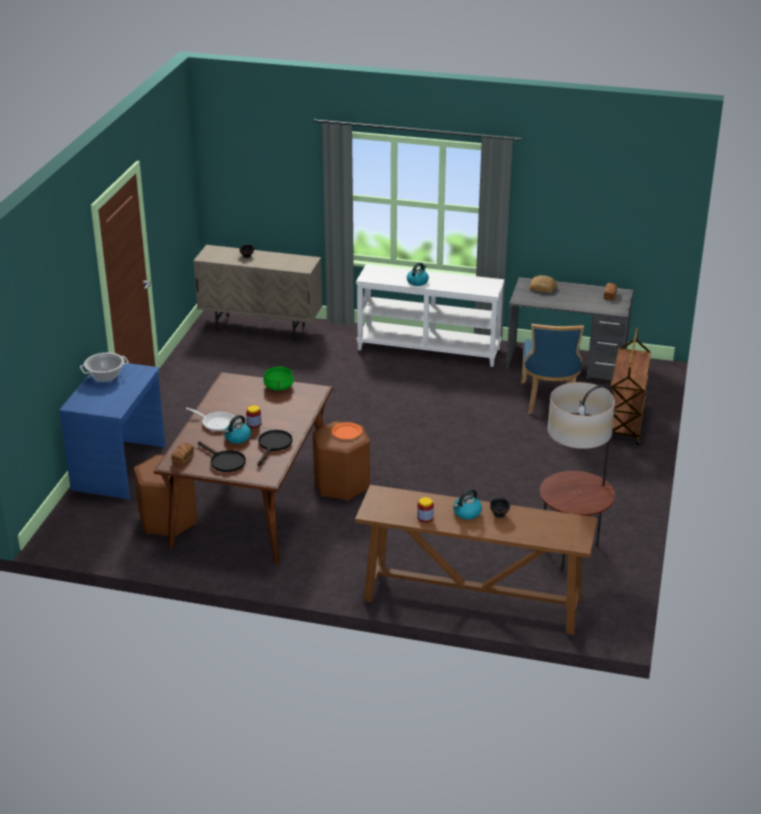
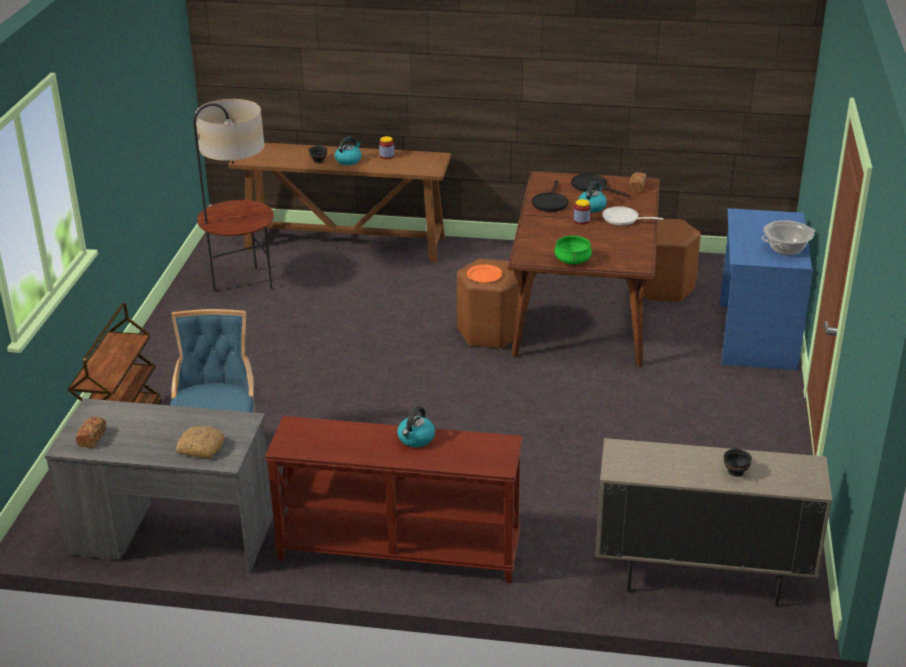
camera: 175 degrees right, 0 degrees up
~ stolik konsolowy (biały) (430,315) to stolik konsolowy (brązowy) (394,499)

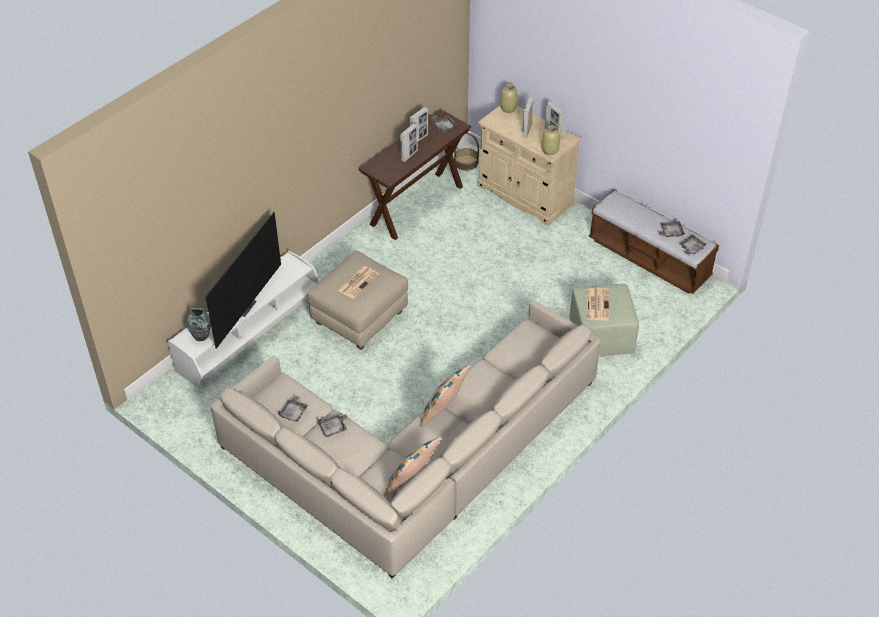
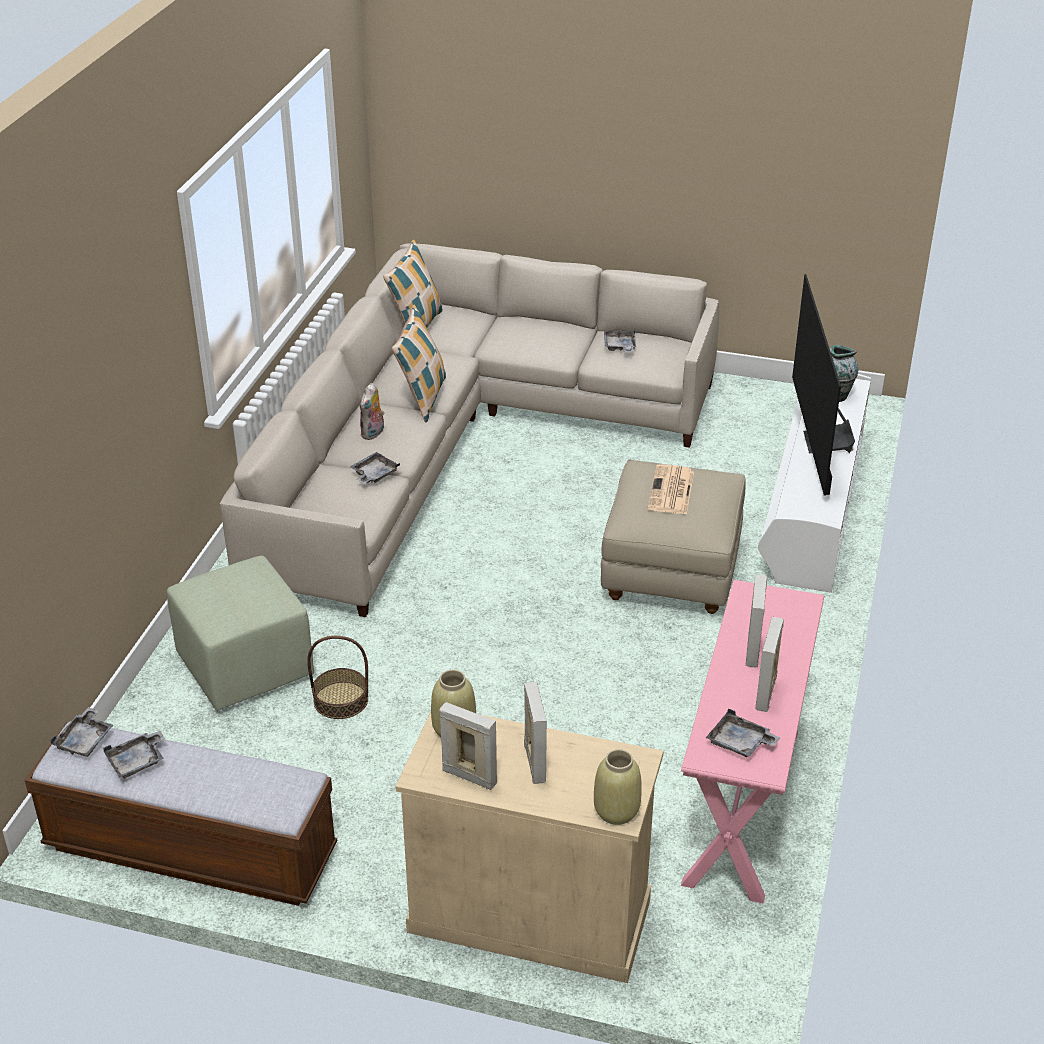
camera: 155 degrees right, 10 degrees down
~ stolik konsolowy (brązowy) (415,174) to stolik konsolowy (różowy) (752,742)
~ koszyk (466,152) to (337,677)
- gazeta (598,304)
~ taca (szary) (333,425) to (375,468)
+ pluszak (372,411)

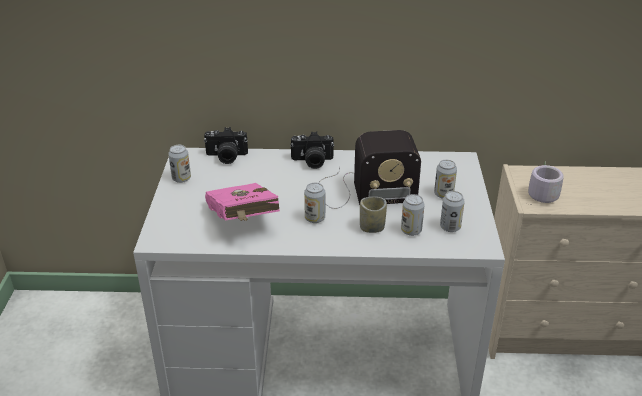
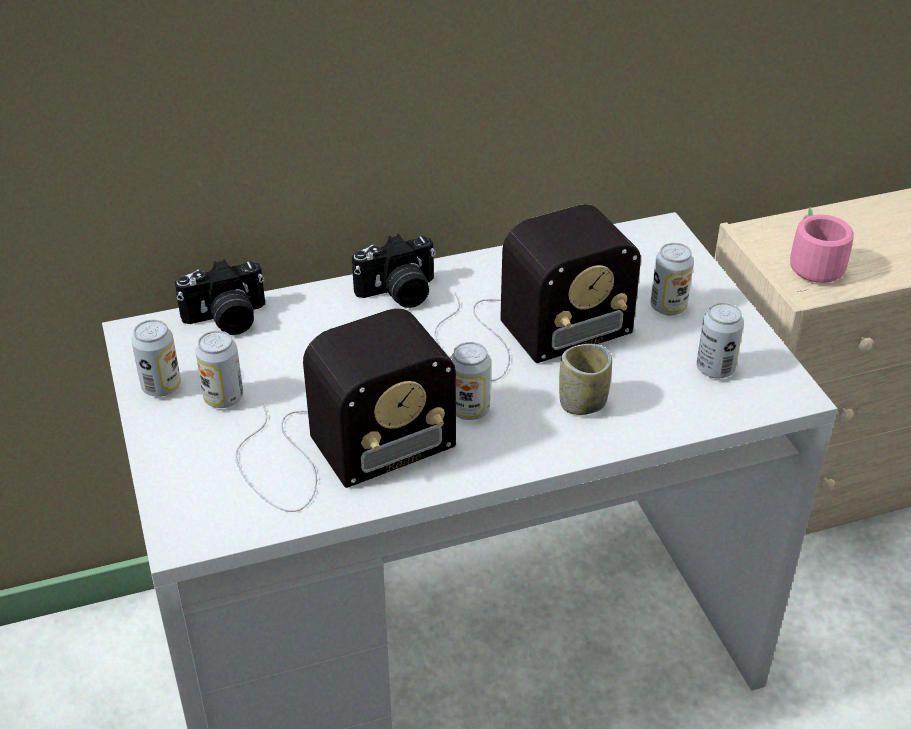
camera: 20 degrees left, 5 degrees up
~ kubek (szary) (546,182) to kubek (różowy) (822,249)
~ książka (różowy) (242,202) to radio (345,410)
~ puszka (413,215) to (219,369)

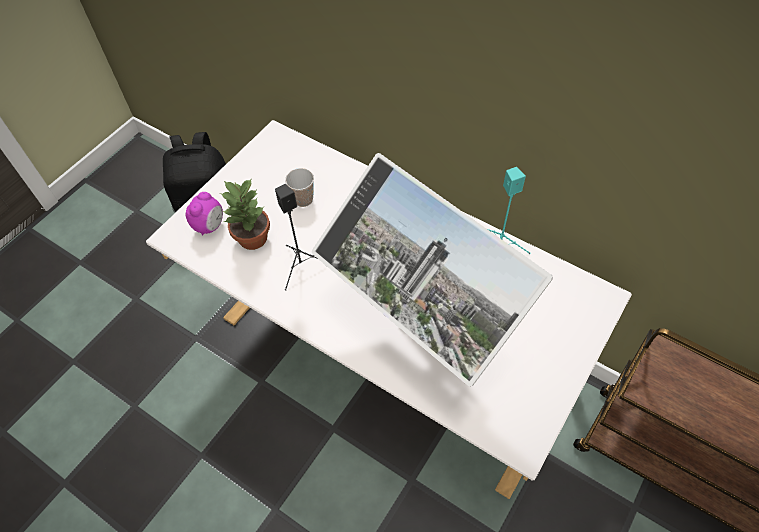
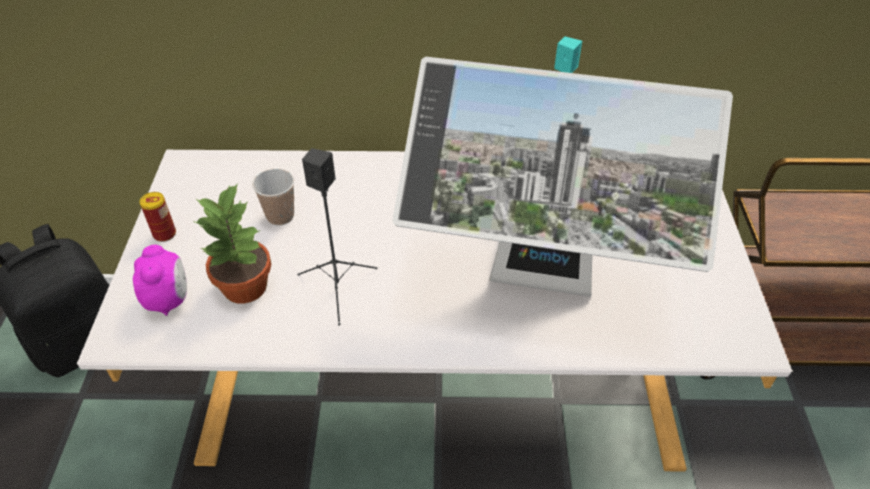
camera: 35 degrees left, 10 degrees down
+ puszka (158,217)

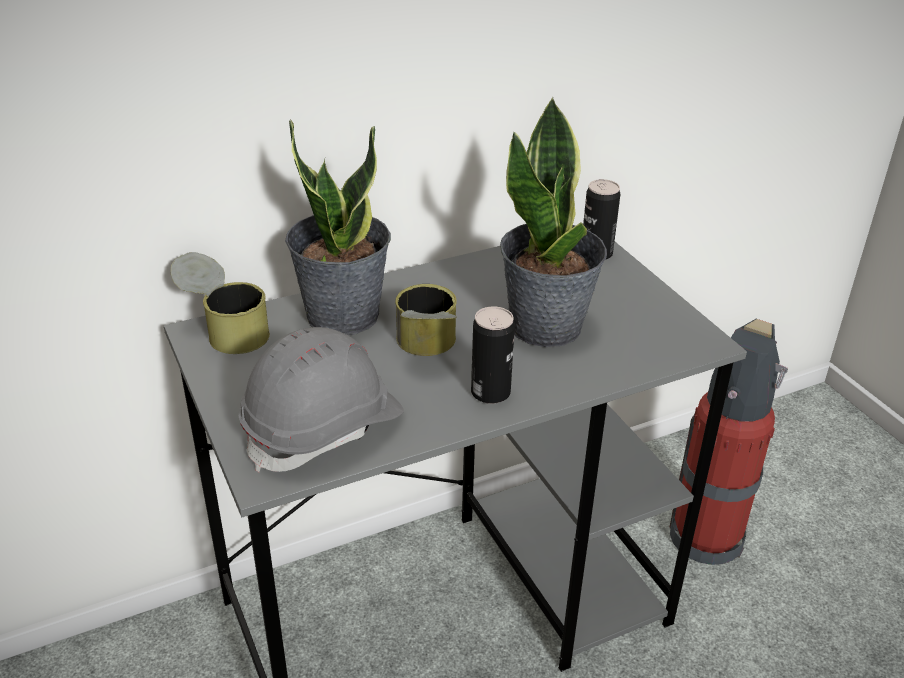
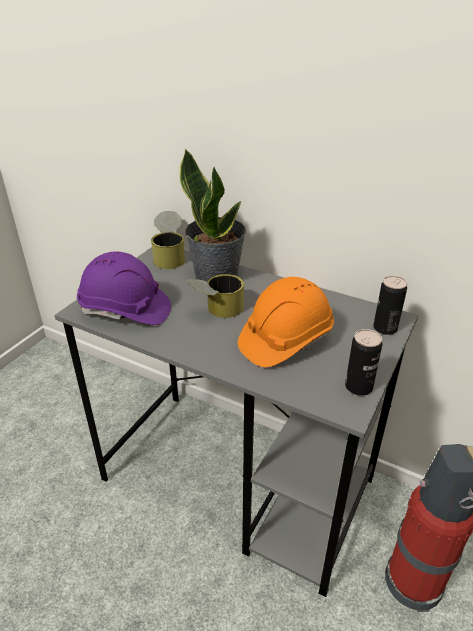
camera: 55 degrees right, 0 degrees up
~ roślina doniczkowa (553,222) to kask (pomarańczowy) (286,322)
~ puszka (493,355) to (363,362)
~ kask (szary) (321,399) to kask (fioletowy) (124,288)

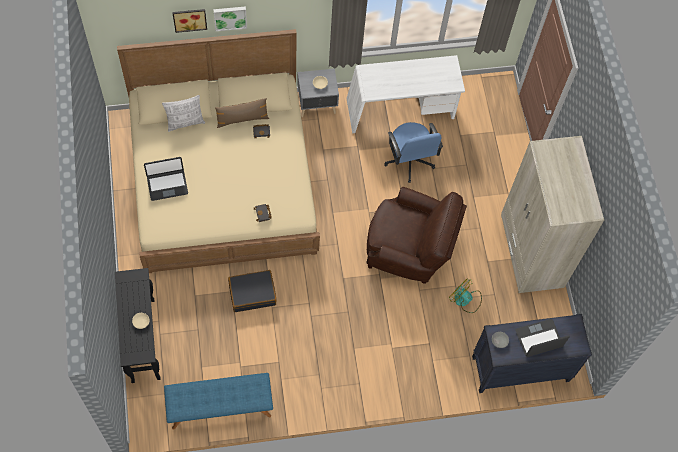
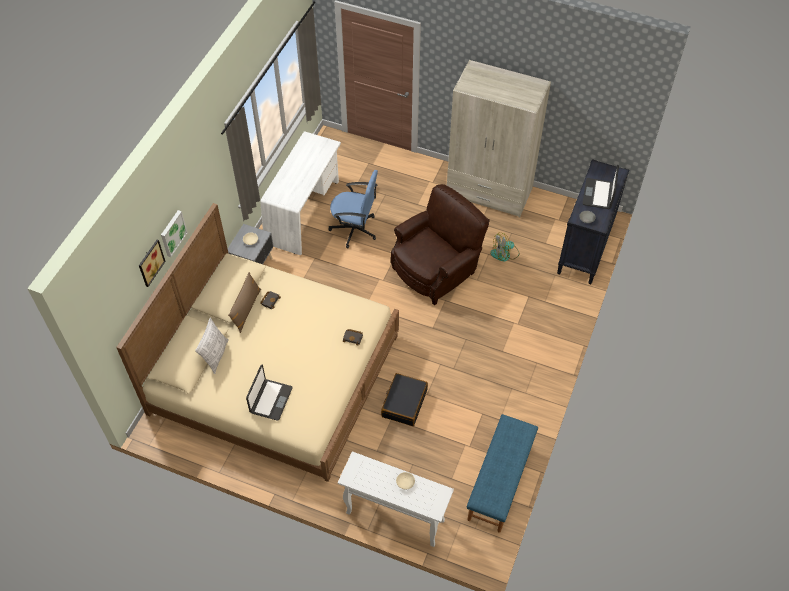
camera: 55 degrees left, 10 degrees down
~ stolik konsolowy (czarny) (138,325) to stolik konsolowy (biały) (396,499)

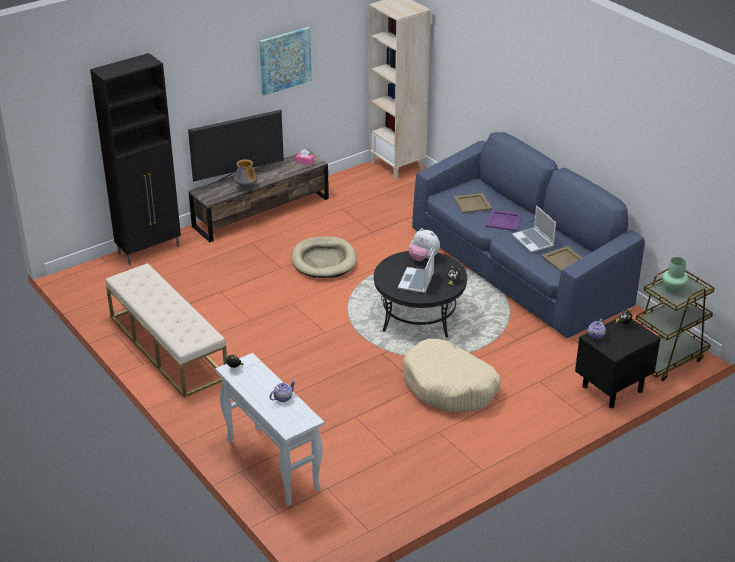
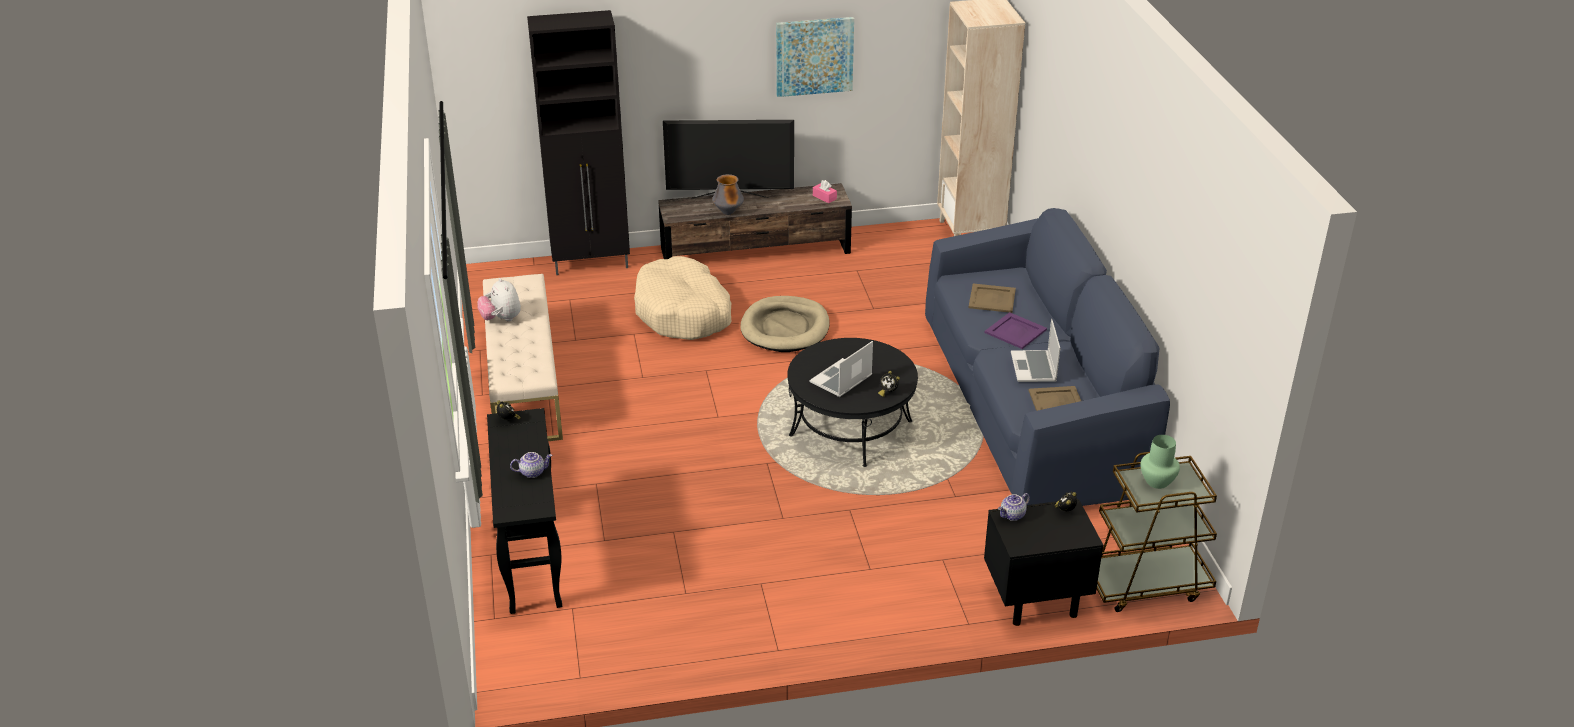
camera: 25 degrees right, 0 degrees up
~ pluszak (424,244) to (499,300)
~ legowisko (beżowy) (451,376) to (682,298)
~ stolik konsolowy (biały) (270,429) to stolik konsolowy (czarny) (524,511)

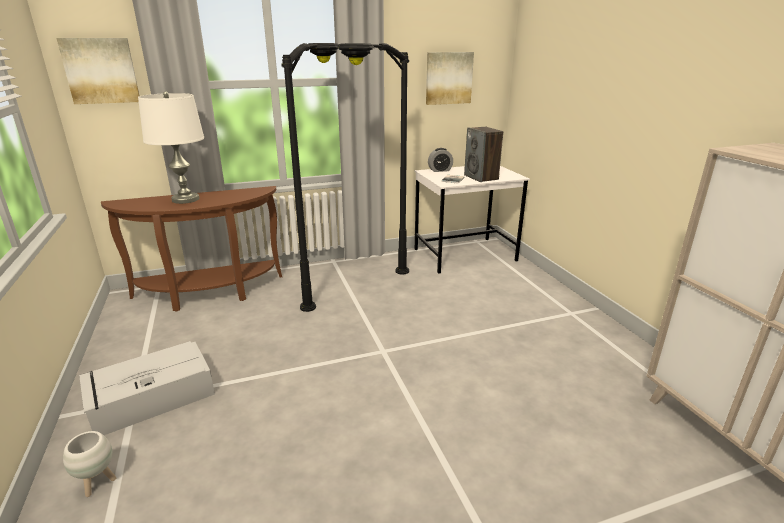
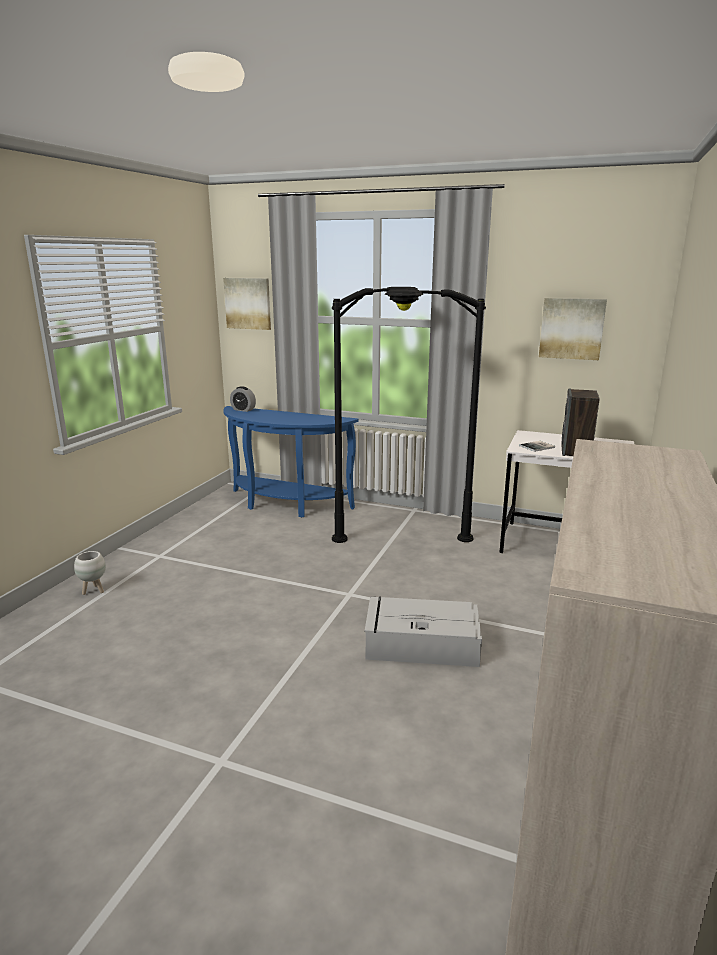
camera: 40 degrees right, 5 degrees down
- lampa stołowa (biały) (171,147)
~ budzik (440,160) to (243,399)
~ stolik konsolowy (brązowy) (191,249) to stolik konsolowy (niebieski) (290,462)
~ pojemnik do przechowywania (szary) (147,388) to (423,632)

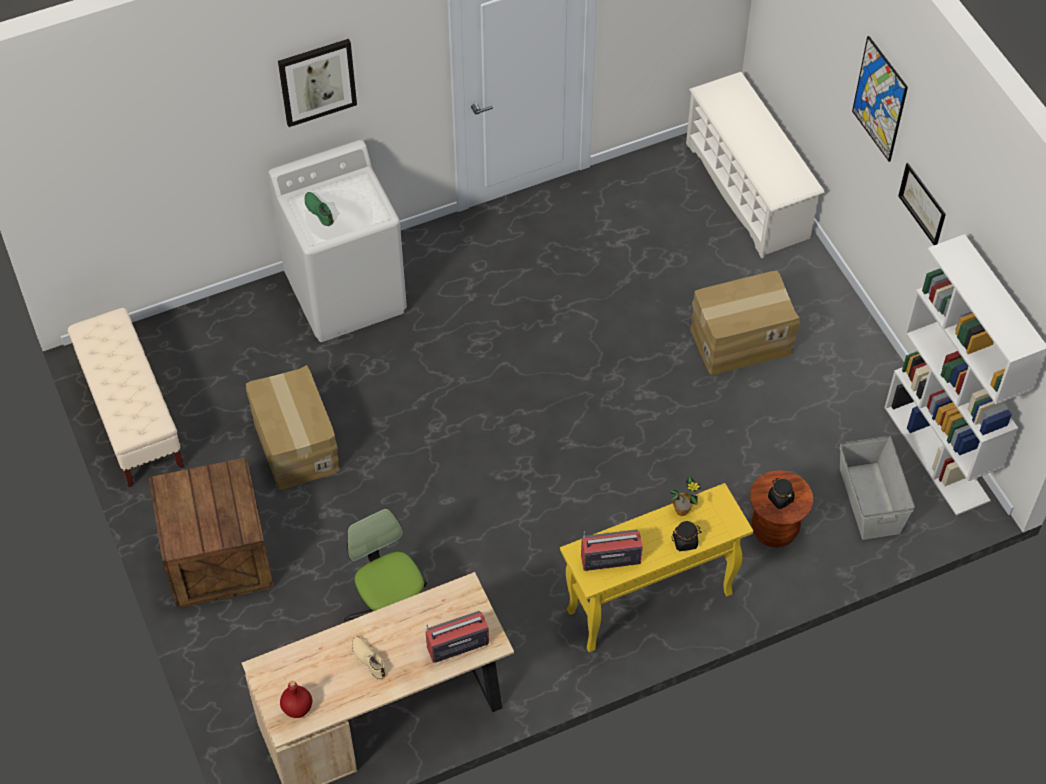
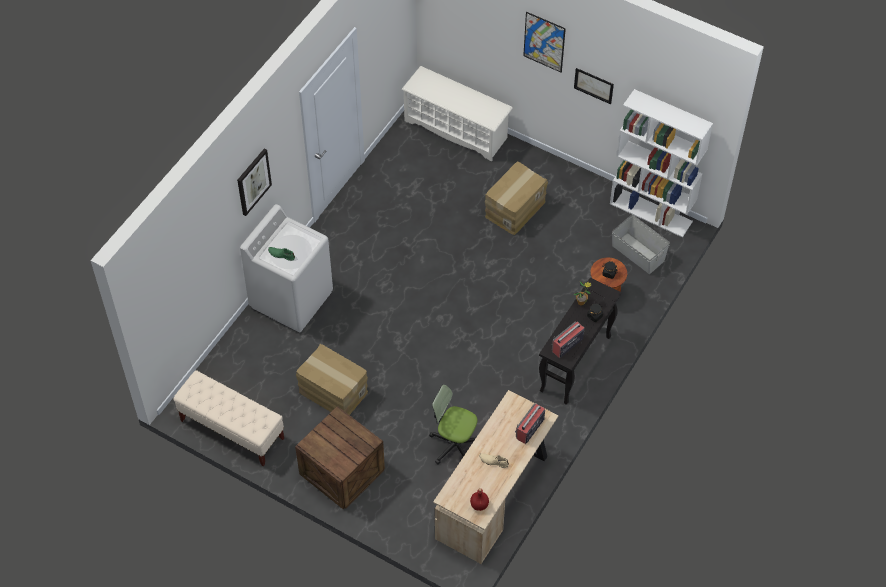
camera: 35 degrees left, 0 degrees up
~ stolik konsolowy (żółty) (656,567) to stolik konsolowy (czarny) (580,341)

